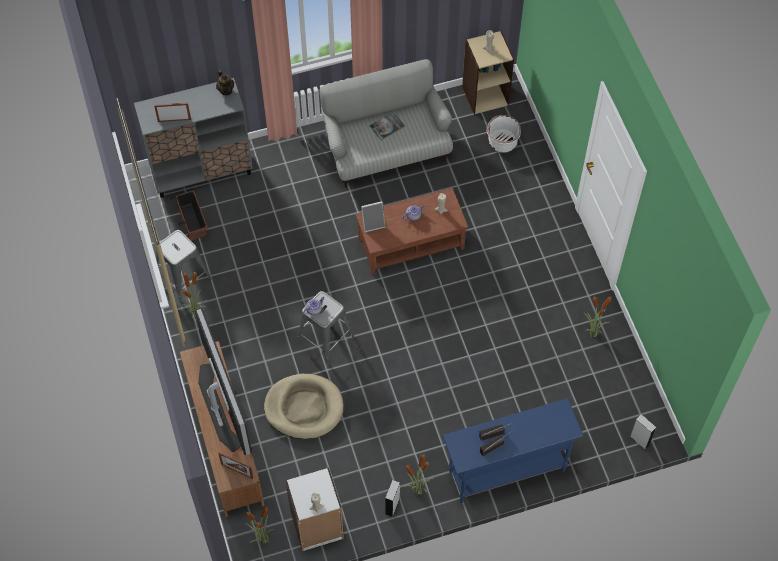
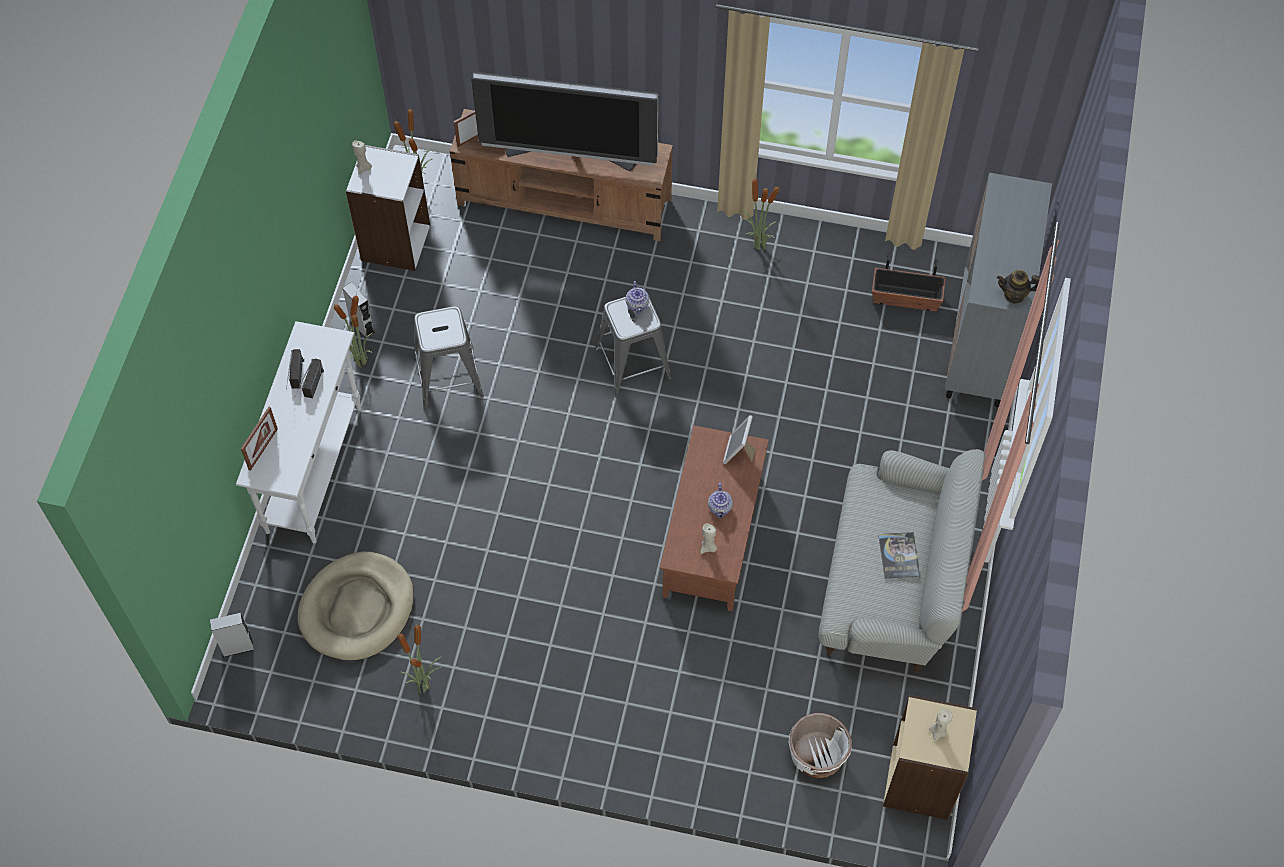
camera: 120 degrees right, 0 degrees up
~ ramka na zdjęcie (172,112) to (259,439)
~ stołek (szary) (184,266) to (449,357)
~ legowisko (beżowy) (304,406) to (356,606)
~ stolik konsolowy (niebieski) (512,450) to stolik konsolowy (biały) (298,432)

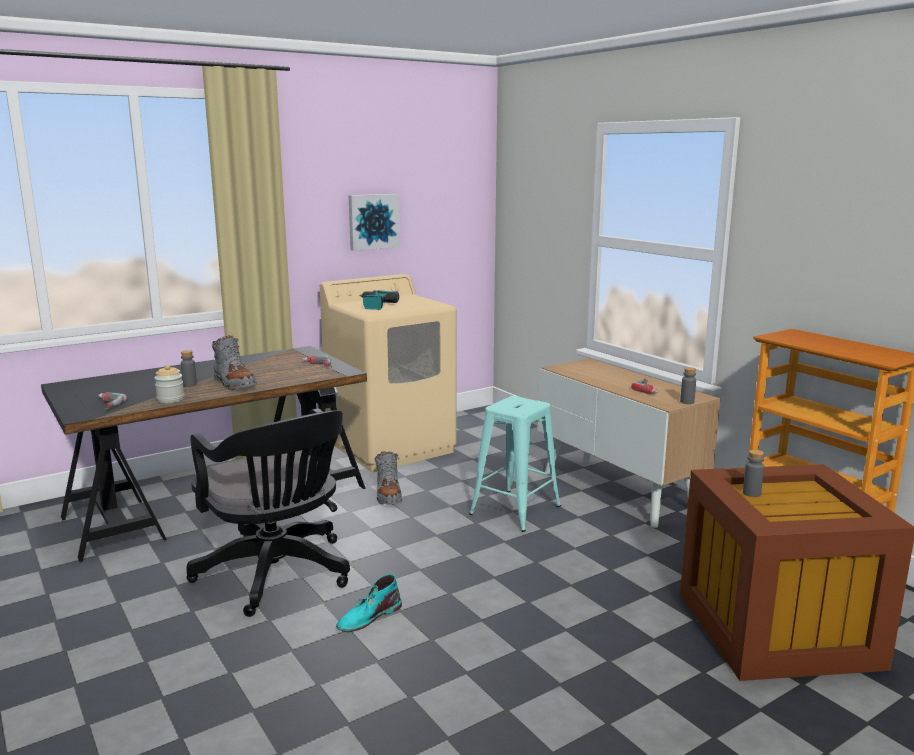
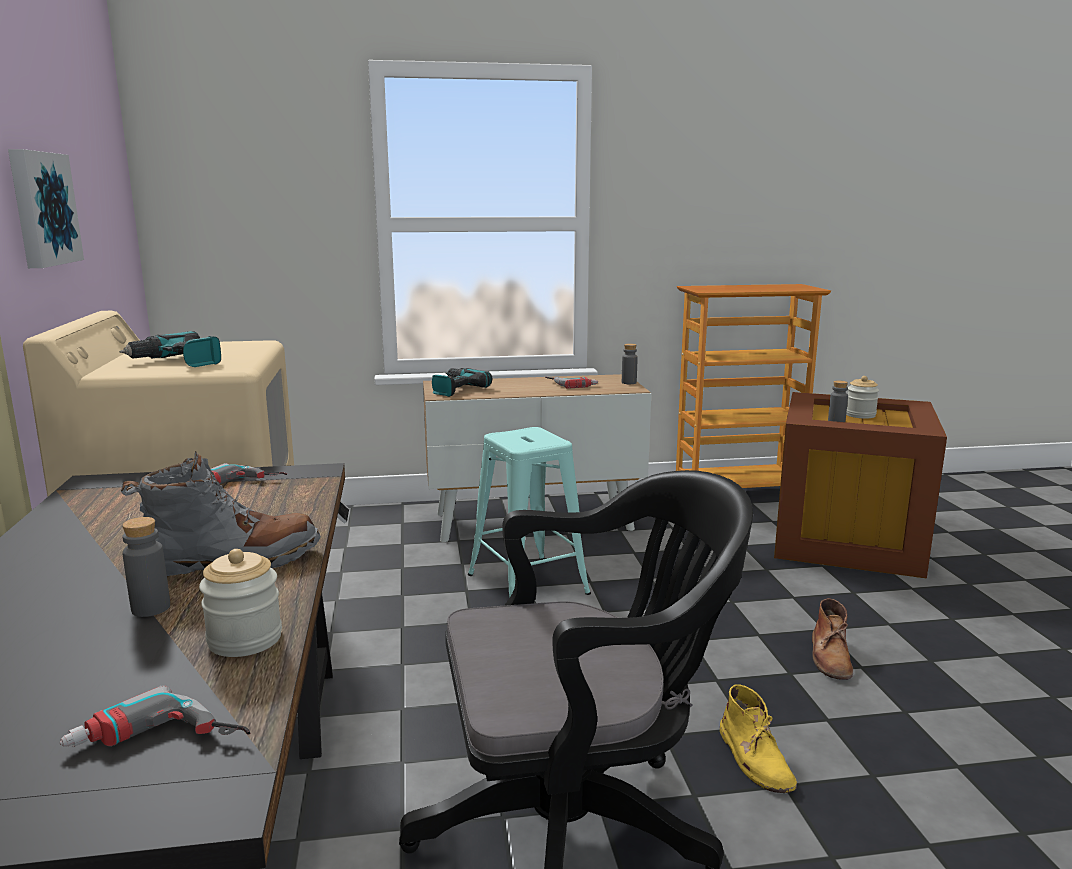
camera: 65 degrees left, 0 degrees up
- but z cholewką (szary) (388,478)
~ but z cholewką (turkusowy) (369,603) to but z cholewką (żółty) (758,738)
+ wiertarka (462,382)
+ słoik (862,397)
+ but z cholewką (brązowy) (832,639)

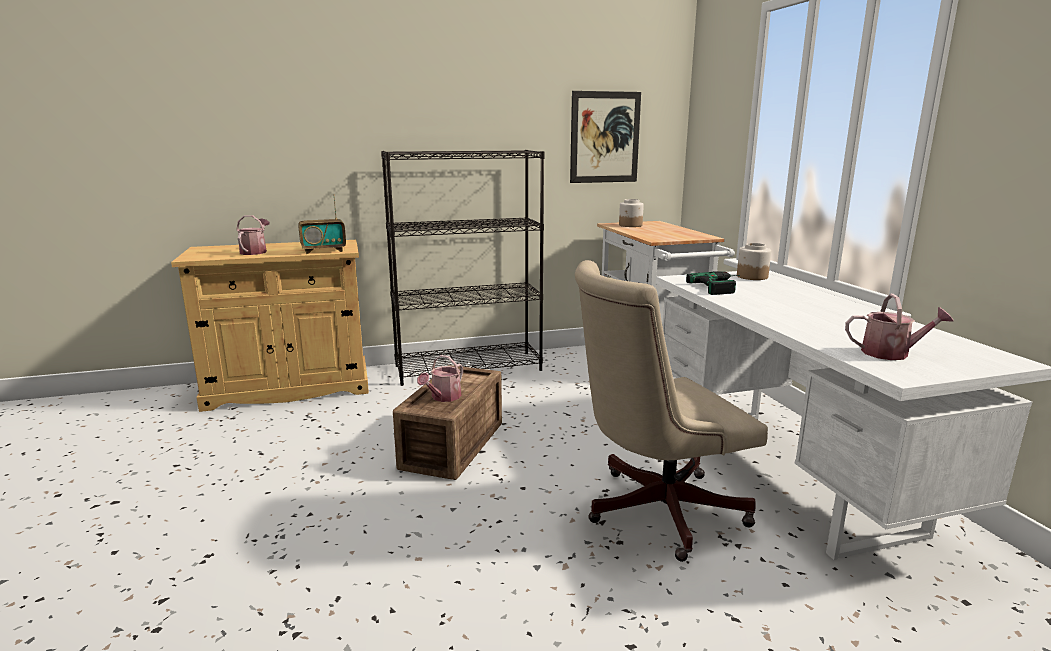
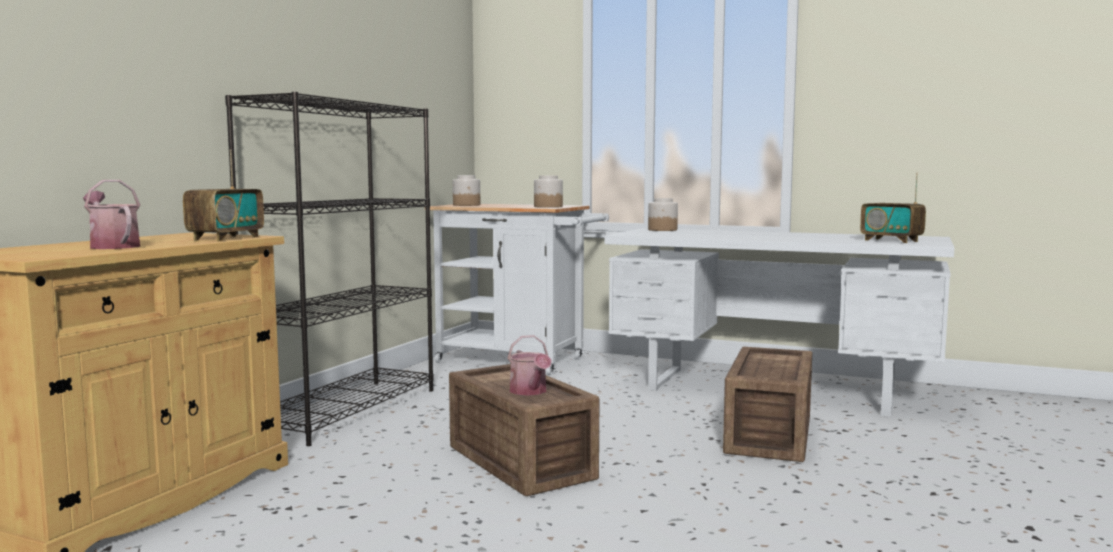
camera: 50 degrees left, 10 degrees down
- obraz (605,137)
~ krzesło biurowe (beżowy) (671,411) to skrzynka (767,404)
- wiertarka (713,283)
~ konewka (899,327) to radio (893,208)
+ słoik (548,191)

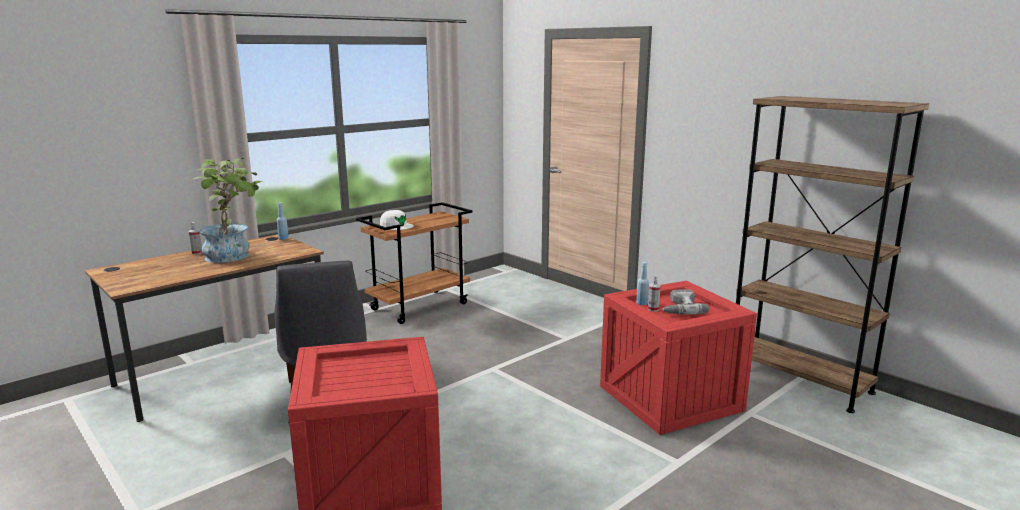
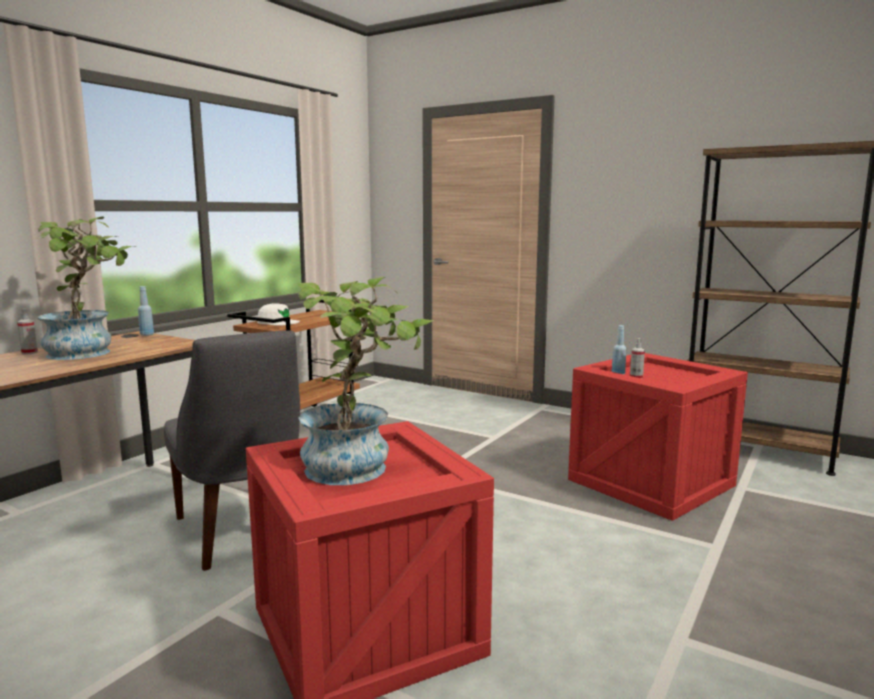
camera: 15 degrees left, 5 degrees down
- wiertarka (685,302)
+ roślina doniczkowa (366,381)

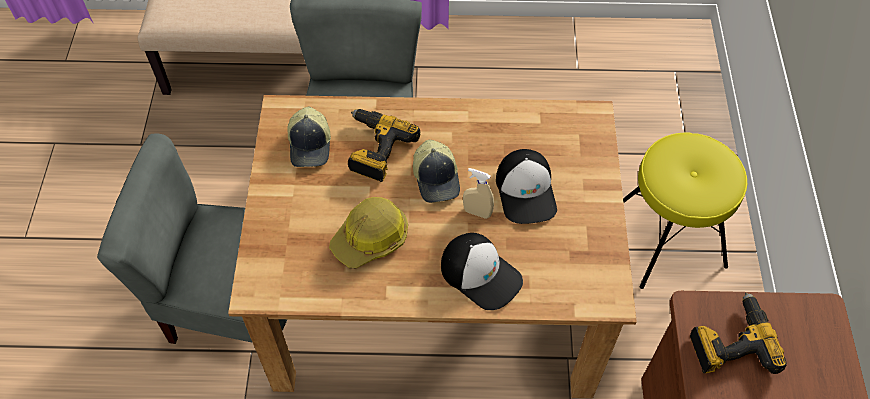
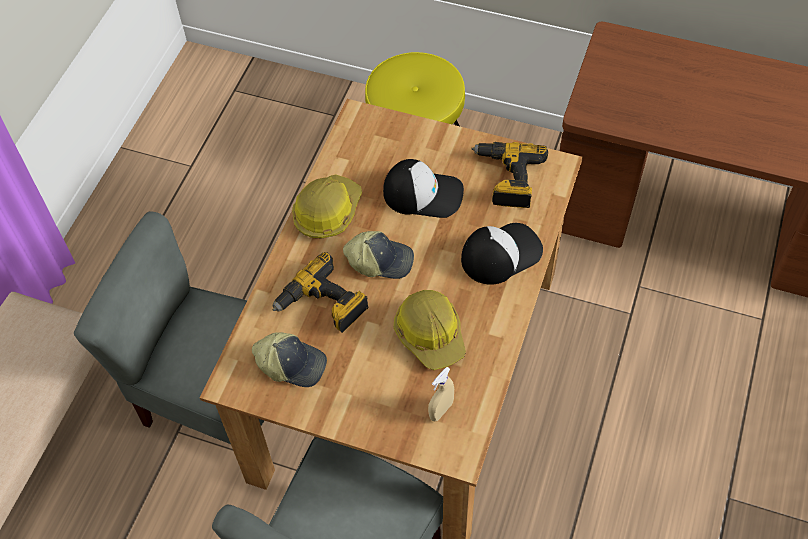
camera: 70 degrees left, 0 degrees up
~ spryskiwacz (beżowy) (478,193) to (441,394)
~ wiertarka (738,333) to (510,175)
+ kask (327,206)

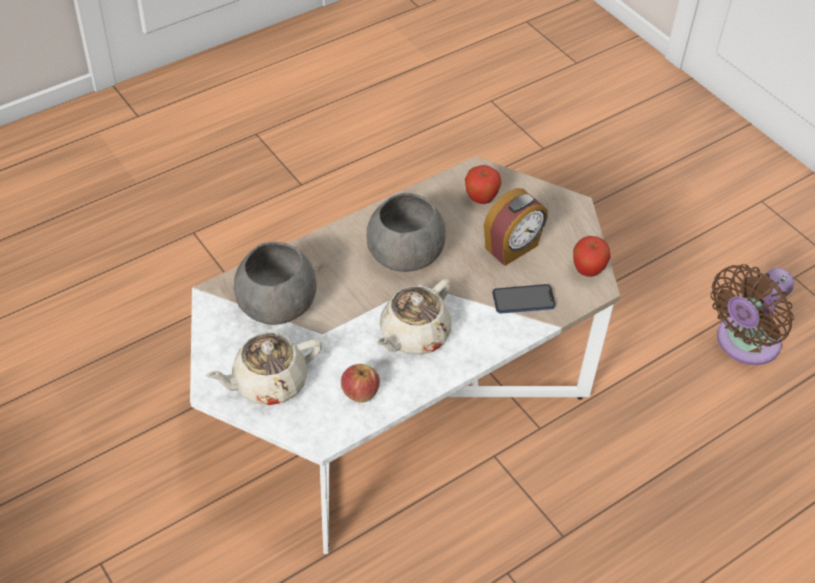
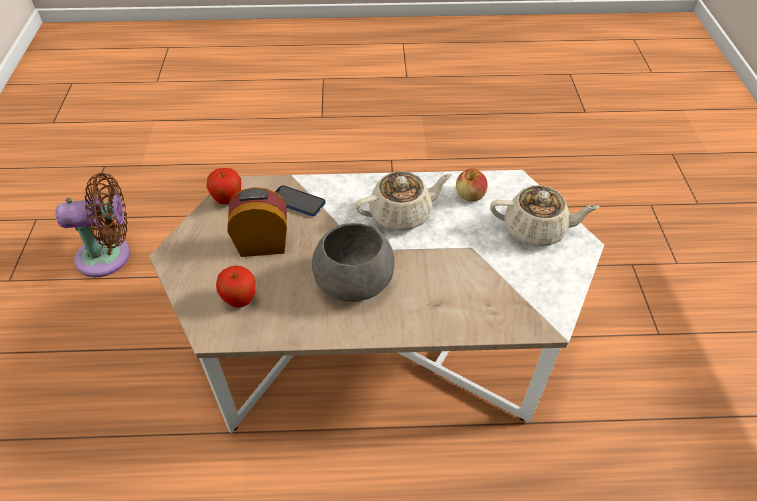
camera: 145 degrees left, 0 degrees up
- miska (szary) (275,283)

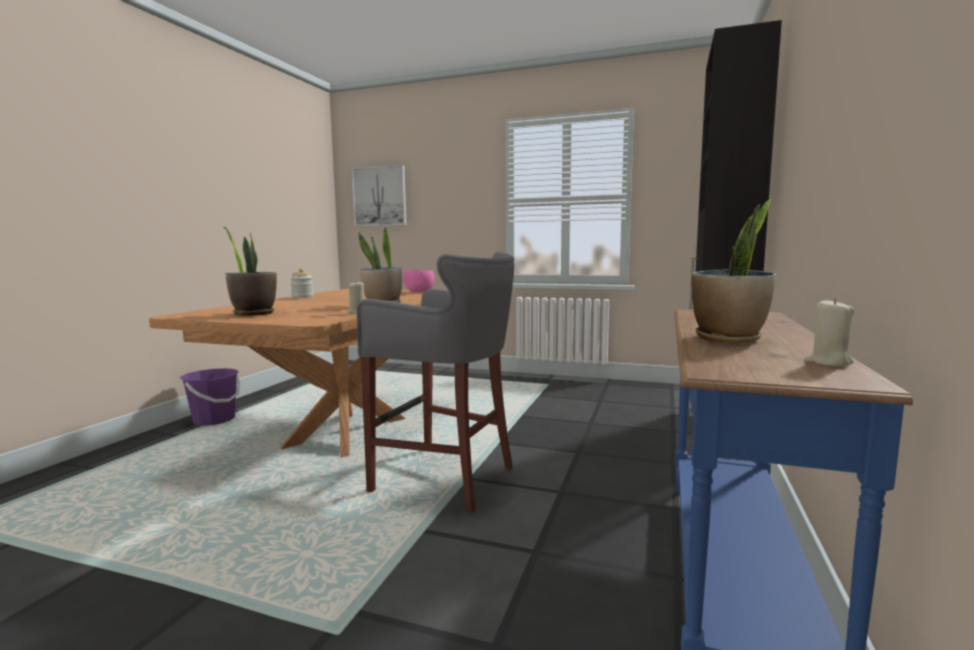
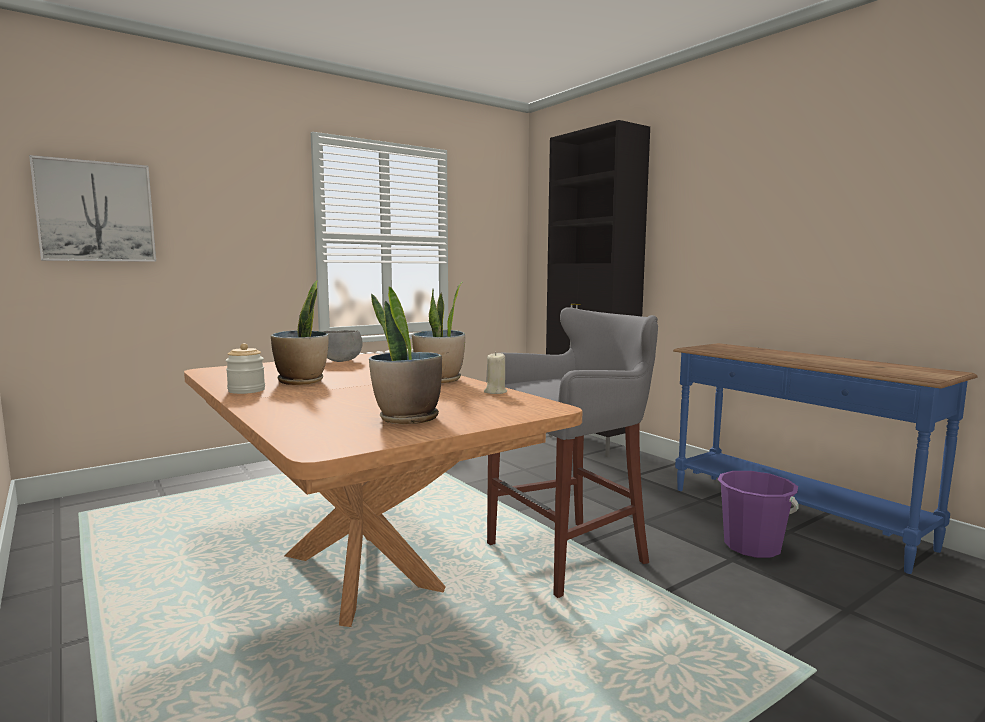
camera: 55 degrees left, 0 degrees up
~ roślina doniczkowa (733,270) to (300,332)
~ miska (różowy) (419,281) to miska (szary) (342,346)
- świeca (beżowy) (829,332)
~ wiadro (fioletowy) (210,397) to (758,514)

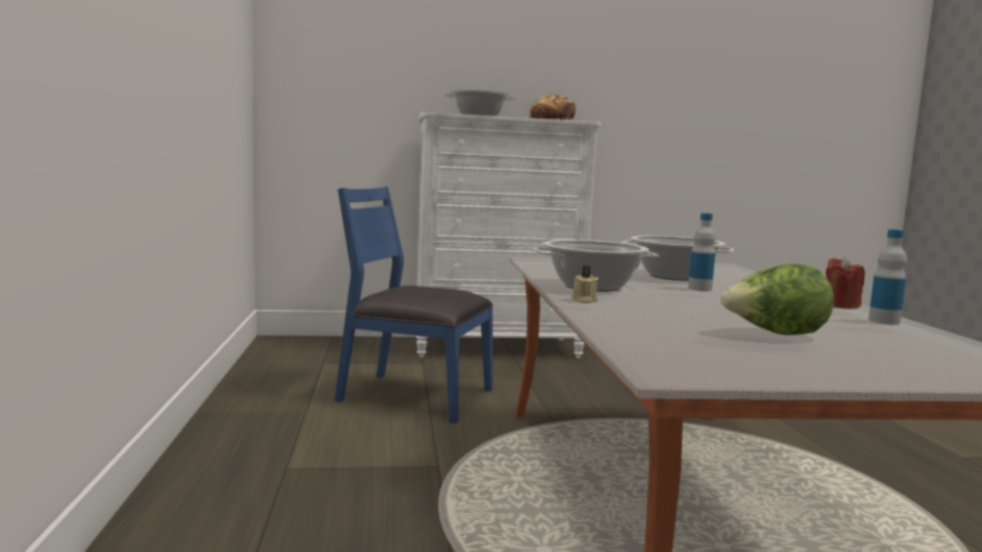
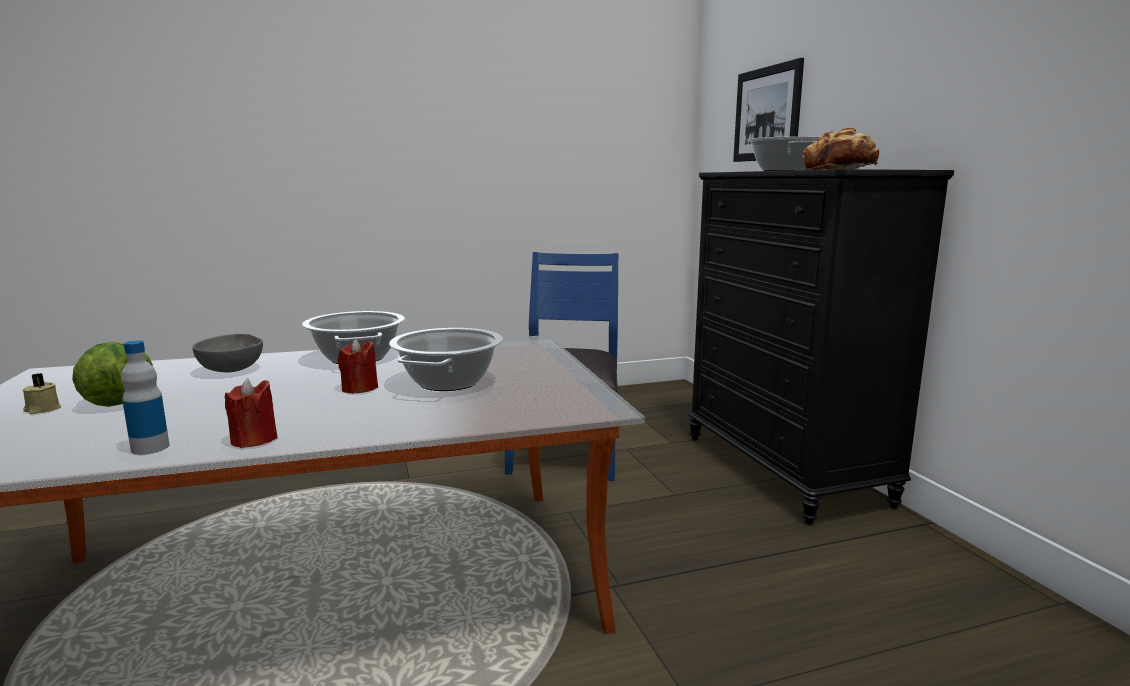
camera: 80 degrees right, 5 degrees up
~ komoda (biały) (508,235) to komoda (czarny) (821,346)
~ butelka (702,252) to świeca (czerwony) (358,366)
~ świeca (beżowy) (584,284) to (42,393)
+ obraz (768,110)
+ miska (szary) (227,353)

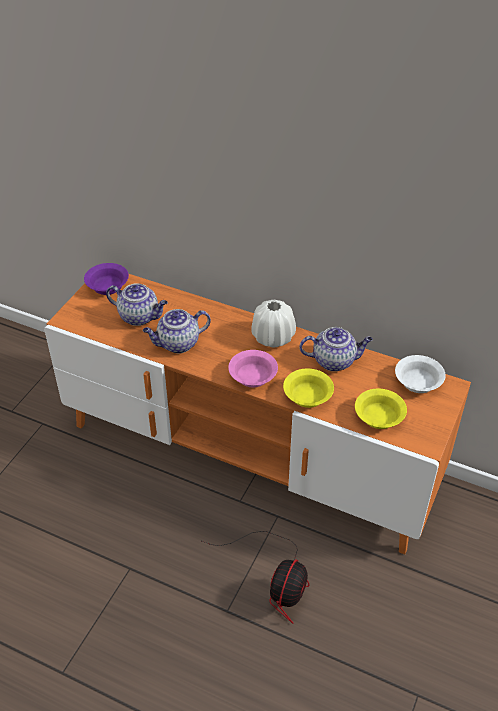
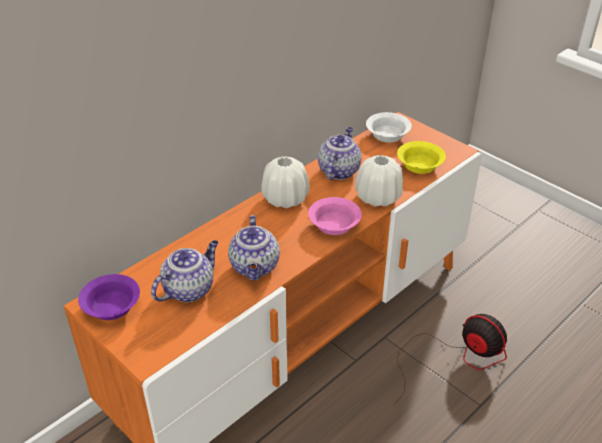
camera: 70 degrees left, 5 degrees down
~ miska (żółty) (308,388) to wazon (biały) (379,181)

